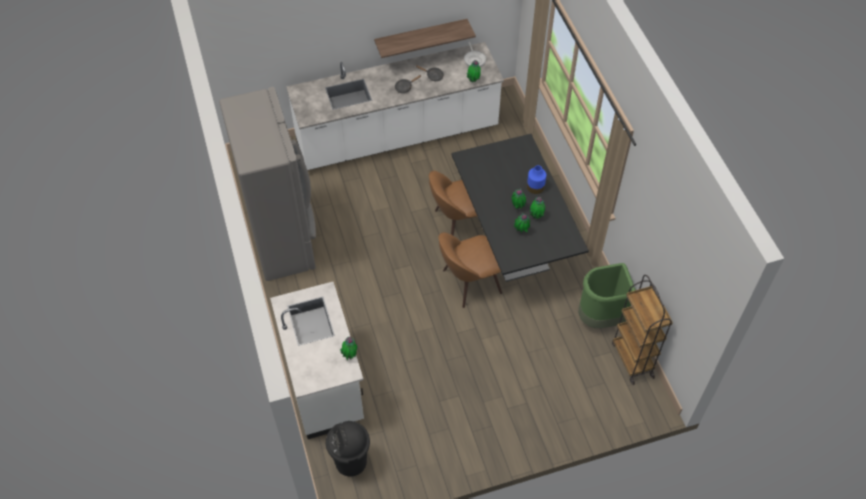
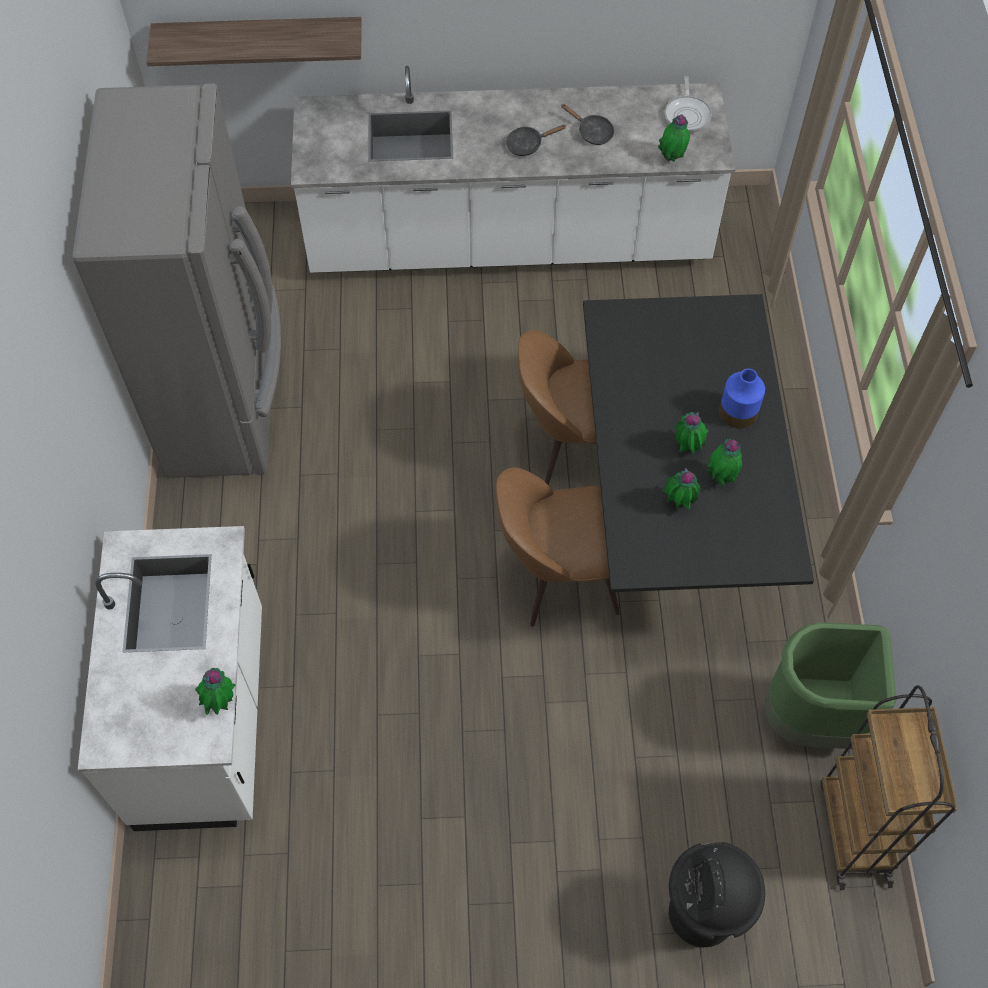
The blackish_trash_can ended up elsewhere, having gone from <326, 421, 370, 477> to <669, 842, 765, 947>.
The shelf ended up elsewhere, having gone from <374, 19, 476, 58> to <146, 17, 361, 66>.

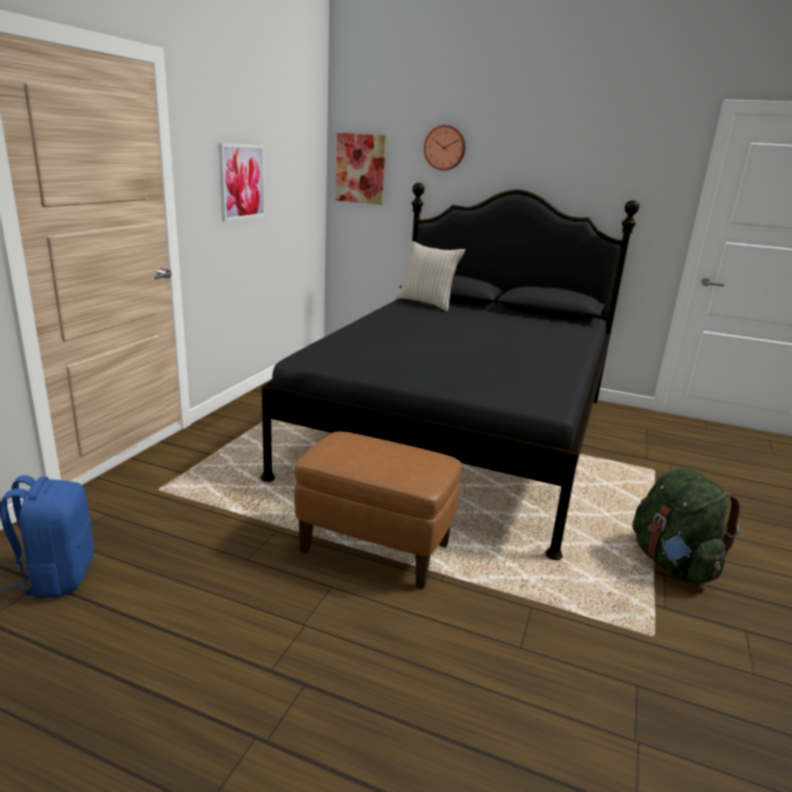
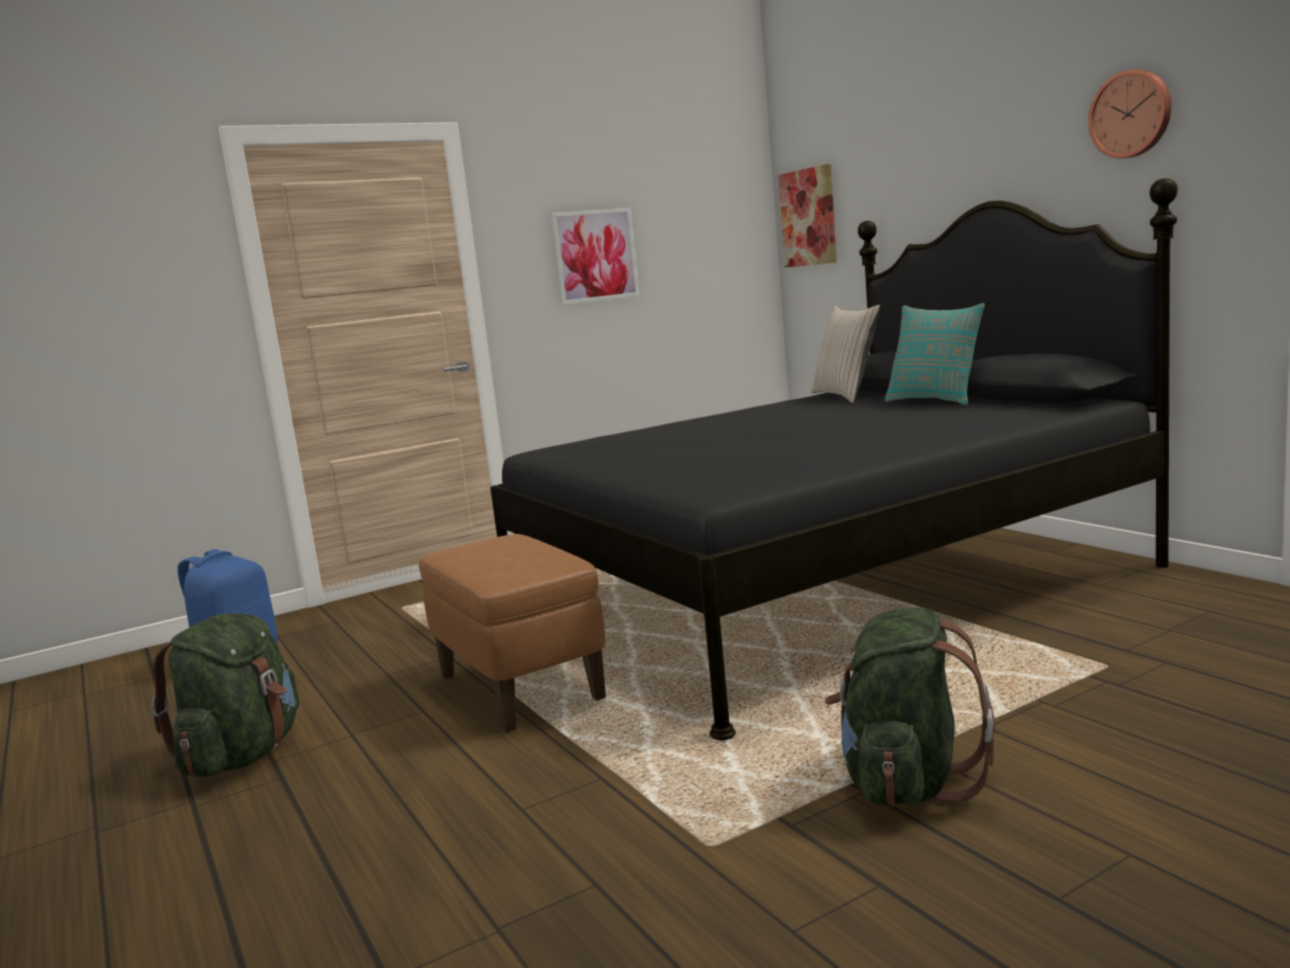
The clock_on_the_wall ended up elsewhere, having gone from <424, 125, 466, 170> to <1088, 70, 1171, 158>.
The second view gained the green_rucksack at <151, 613, 299, 778>.
The second view gained the blue-green_throw_pillow at <885, 303, 985, 405>.

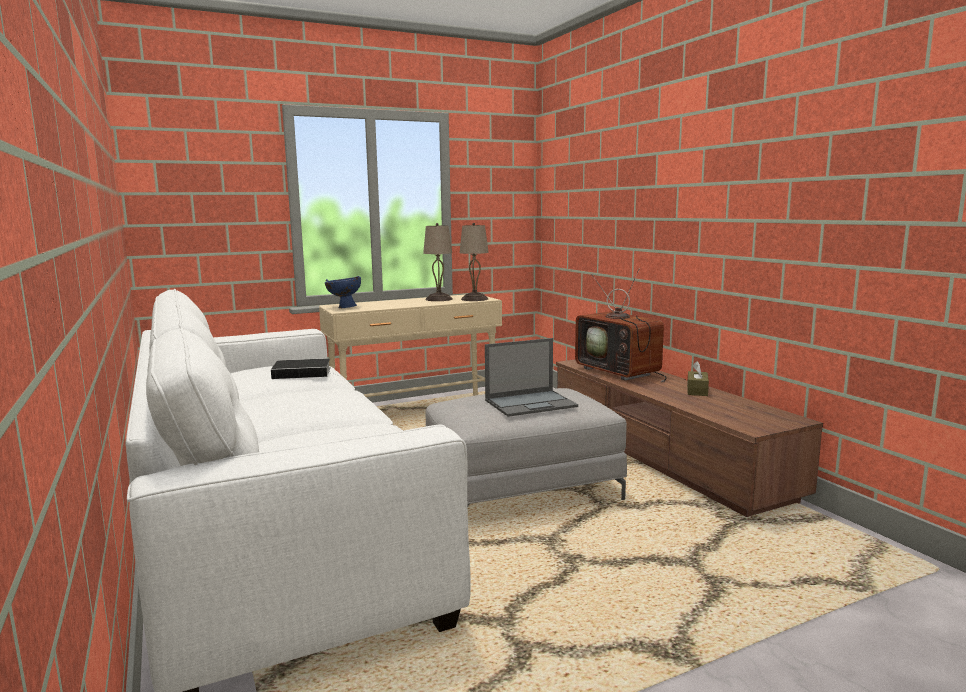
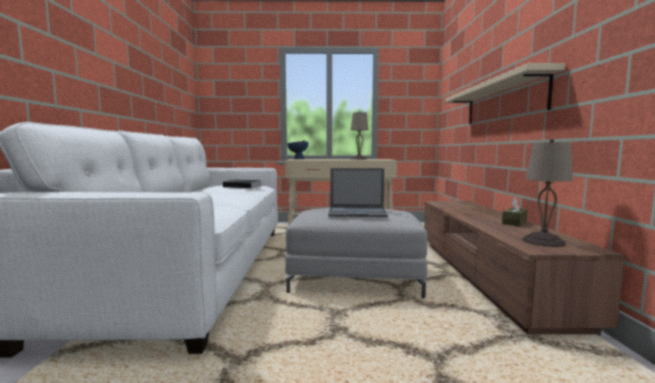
The sand-coloured_table_lamp ended up elsewhere, having gone from <460, 223, 489, 301> to <523, 139, 573, 247>.
The second view lost the TV at <575, 269, 666, 383>.
The second view gained the sand-coloured_shelf at <445, 63, 565, 124>.

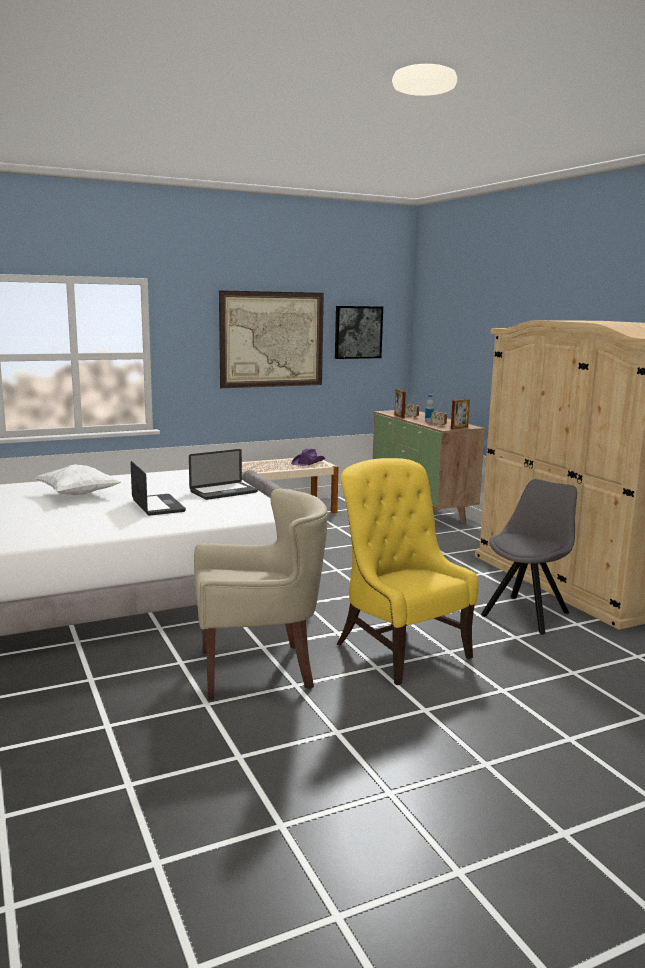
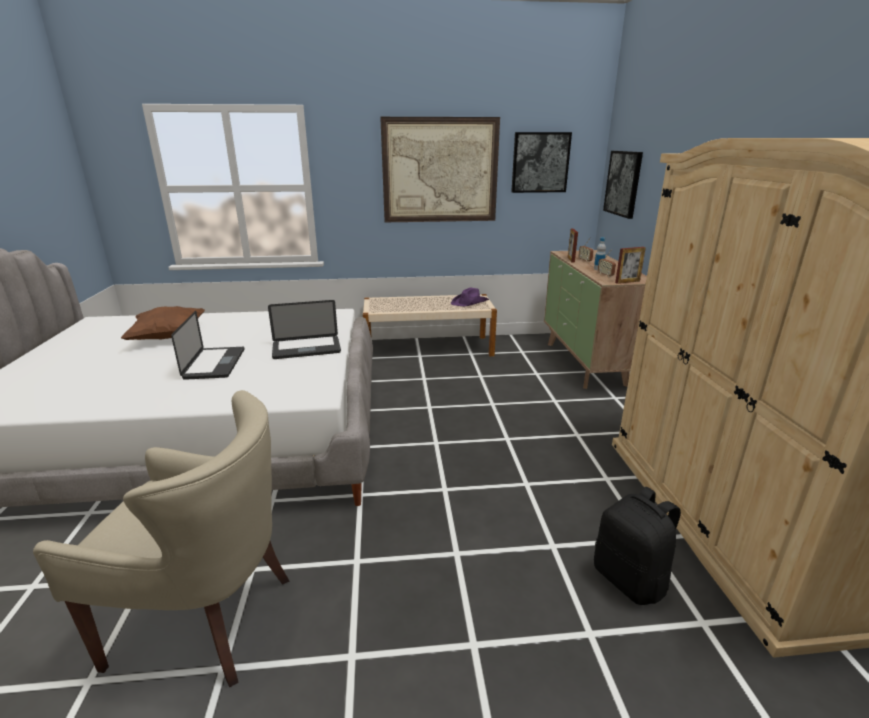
What was the white-coloured_throw_pillow at <36, 465, 121, 495> turned into the brown-coloured_throw_pillow at <121, 306, 205, 340>.
The second view lost the yellow_chair at <336, 458, 479, 685>.
Where the grey_chair stood at <481, 479, 577, 635>, the blackish_rucksack came to stand at <594, 487, 681, 605>.
The second view gained the picture at <603, 151, 643, 219>.

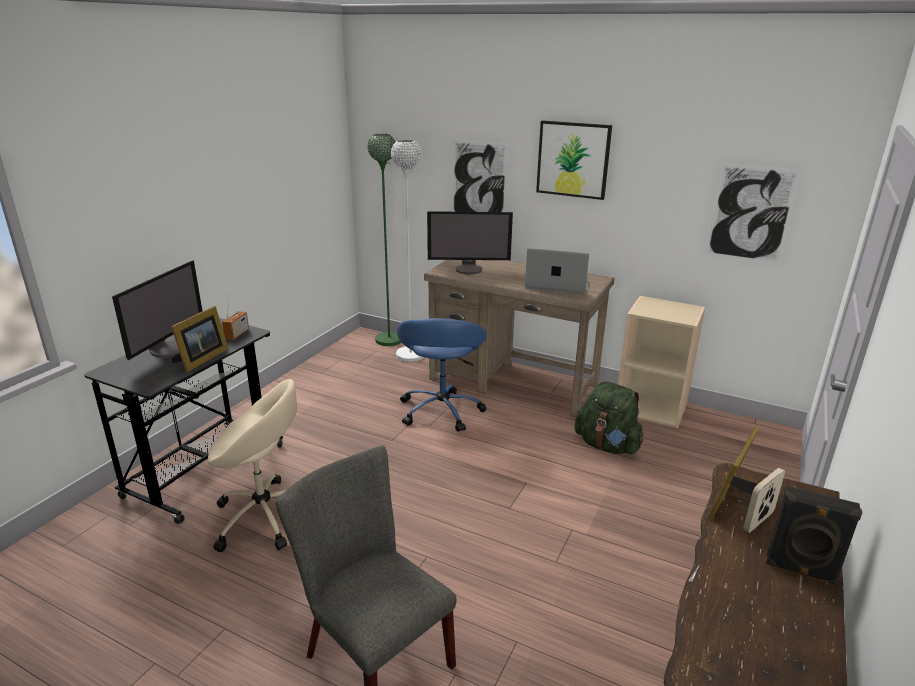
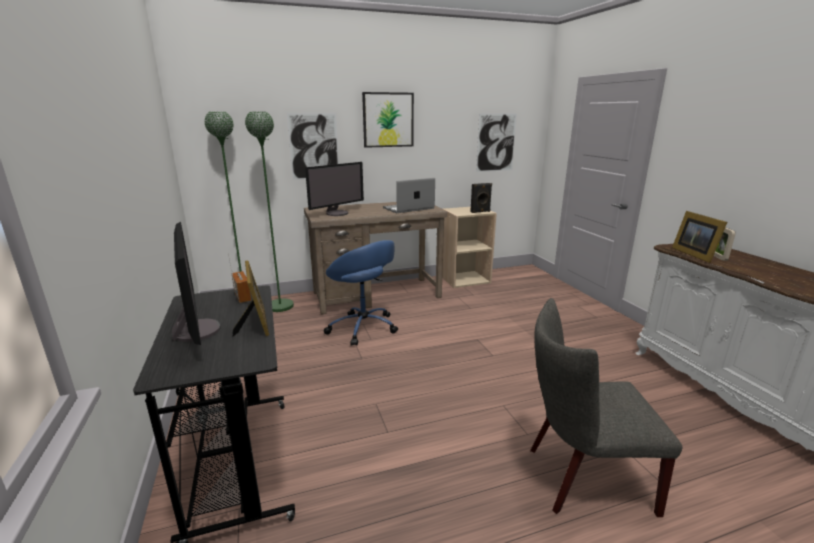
The second view lost the sand-coloured_desk_chair at <208, 379, 297, 552>.
What was the white-coloured_standard_lamp at <391, 139, 424, 362> turned into the green_standard_lamp at <245, 112, 294, 312>.
The second view lost the green_rucksack at <574, 382, 644, 454>.
The blackish_audio_speaker ended up elsewhere, having gone from <766, 486, 862, 584> to <470, 183, 492, 213>.

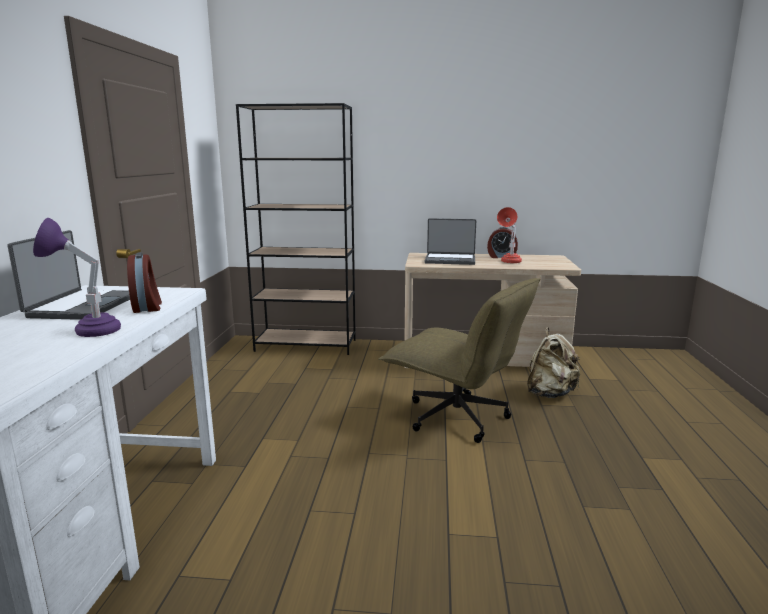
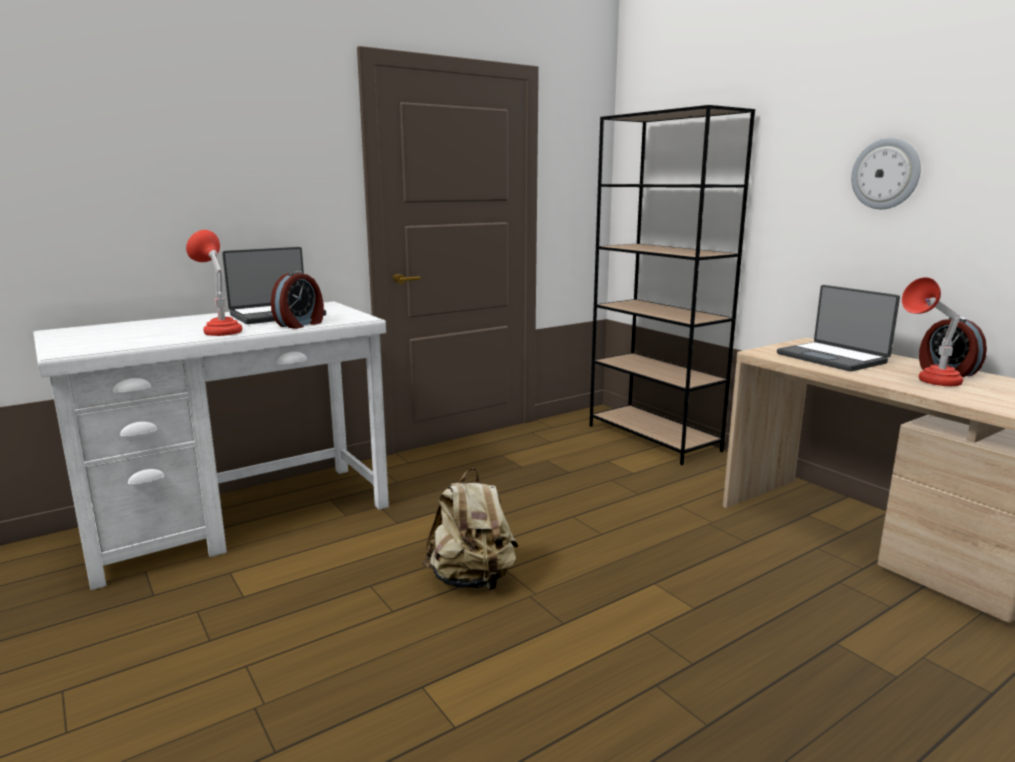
What was the purplish_table_lamp at <33, 218, 121, 337> turned into the reddish_table_lamp at <186, 230, 242, 336>.
The second view lost the sand-coloured_desk_chair at <378, 278, 540, 443>.
The sand-coloured_rucksack ended up elsewhere, having gone from <527, 327, 580, 398> to <422, 468, 518, 590>.
The second view gained the clock_on_the_wall at <851, 138, 921, 209>.

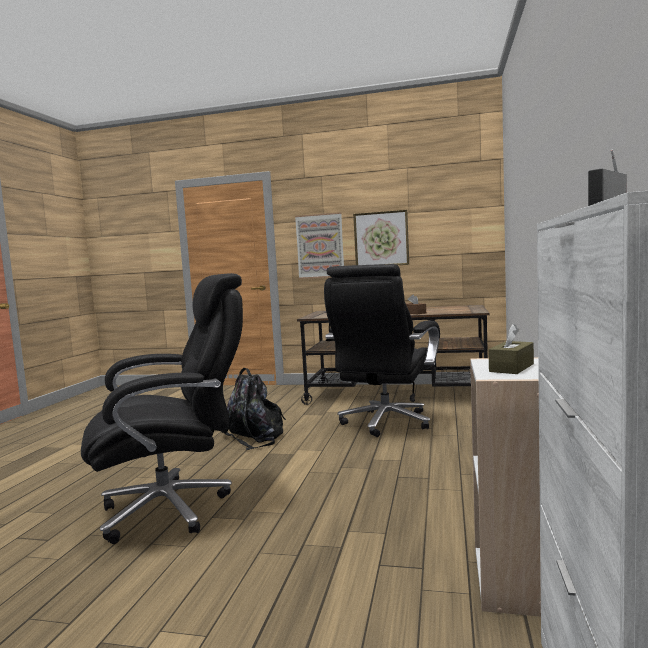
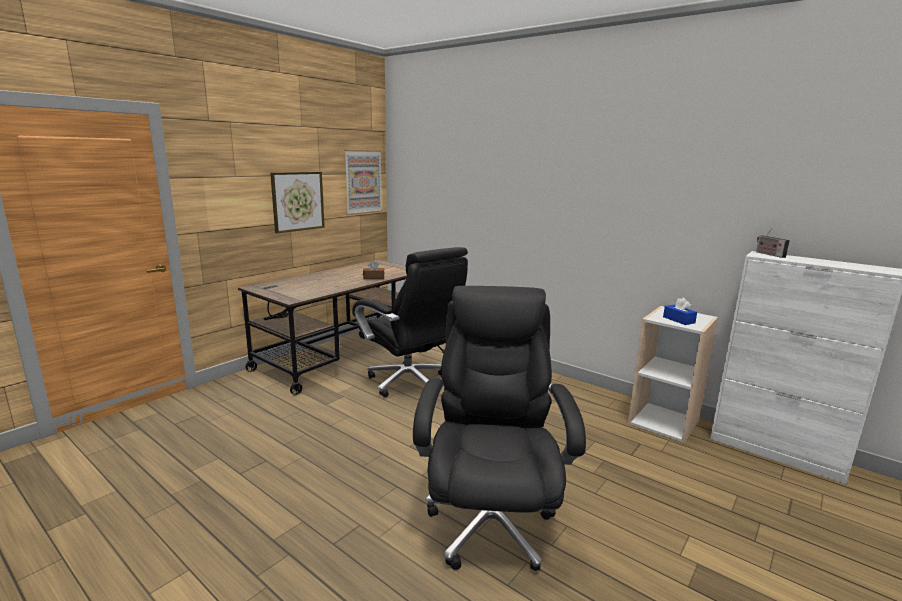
The second view lost the blackish_rucksack at <221, 368, 286, 450>.
The picture ended up elsewhere, having gone from <295, 212, 344, 279> to <344, 150, 382, 215>.
What was the brown-coloured_box_of_tissues at <488, 324, 534, 374> turned into the bluish_box_of_tissues at <663, 298, 697, 325>.

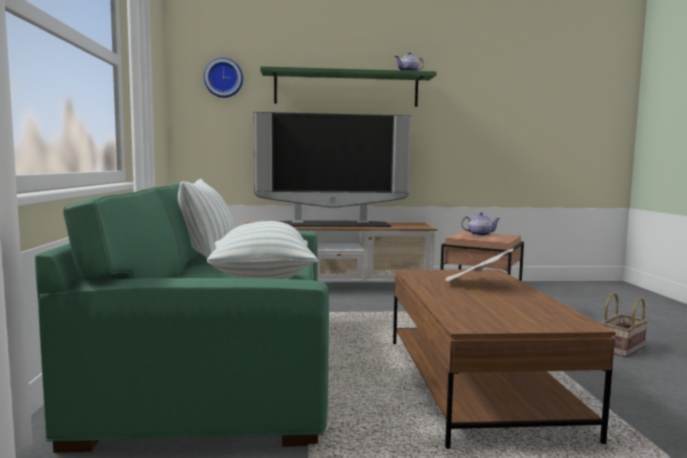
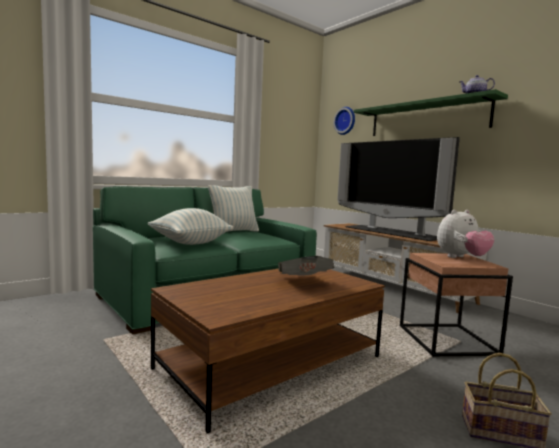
Where the tea_pot stood at <461, 212, 501, 236>, the cuddly_toy came to stand at <437, 210, 495, 258>.

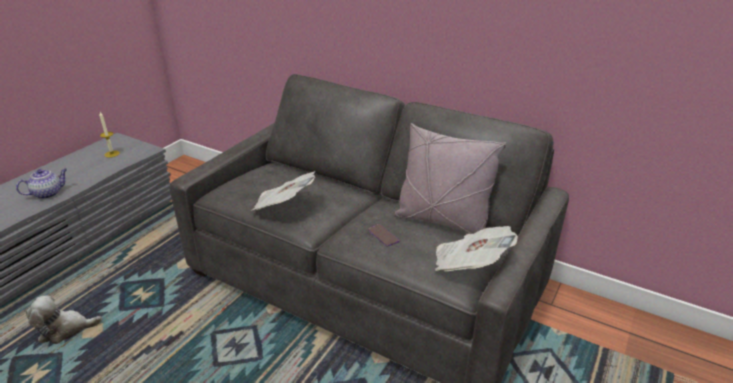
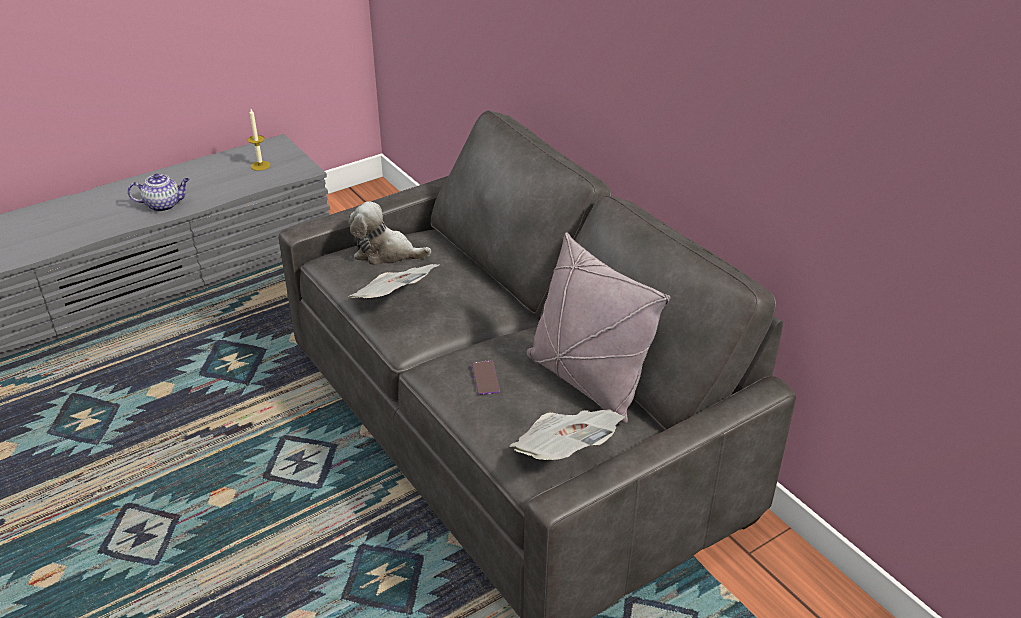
The cuddly_toy ended up elsewhere, having gone from <26, 296, 102, 344> to <348, 201, 431, 265>.

